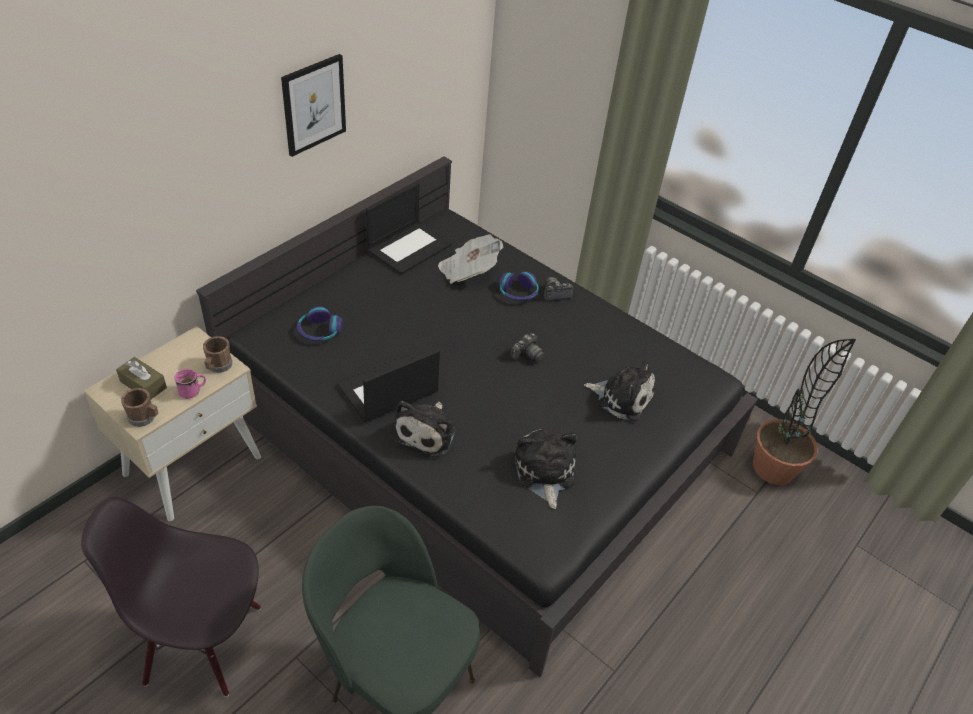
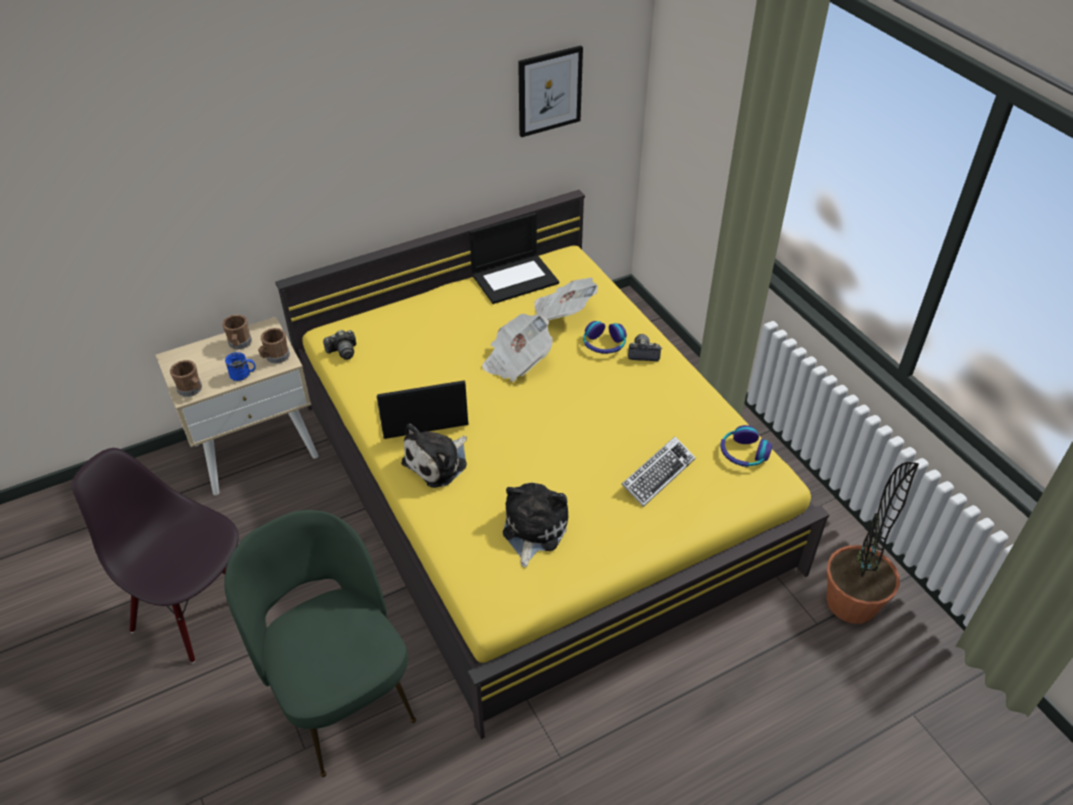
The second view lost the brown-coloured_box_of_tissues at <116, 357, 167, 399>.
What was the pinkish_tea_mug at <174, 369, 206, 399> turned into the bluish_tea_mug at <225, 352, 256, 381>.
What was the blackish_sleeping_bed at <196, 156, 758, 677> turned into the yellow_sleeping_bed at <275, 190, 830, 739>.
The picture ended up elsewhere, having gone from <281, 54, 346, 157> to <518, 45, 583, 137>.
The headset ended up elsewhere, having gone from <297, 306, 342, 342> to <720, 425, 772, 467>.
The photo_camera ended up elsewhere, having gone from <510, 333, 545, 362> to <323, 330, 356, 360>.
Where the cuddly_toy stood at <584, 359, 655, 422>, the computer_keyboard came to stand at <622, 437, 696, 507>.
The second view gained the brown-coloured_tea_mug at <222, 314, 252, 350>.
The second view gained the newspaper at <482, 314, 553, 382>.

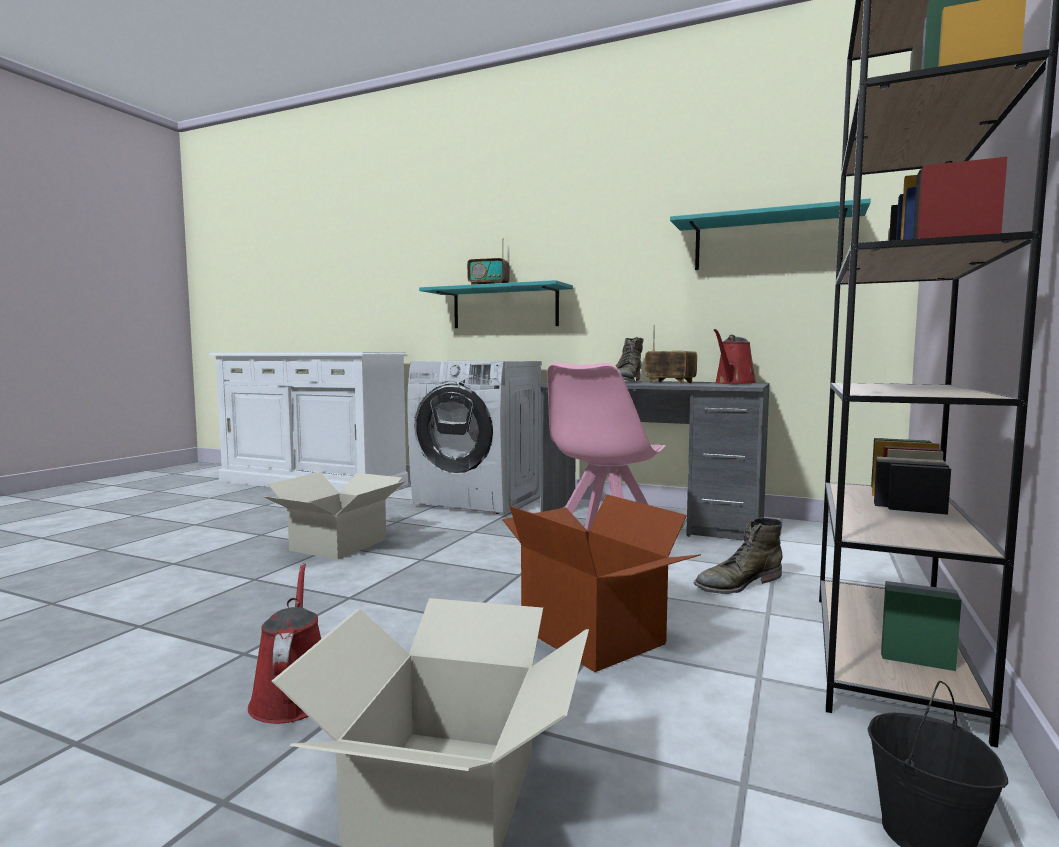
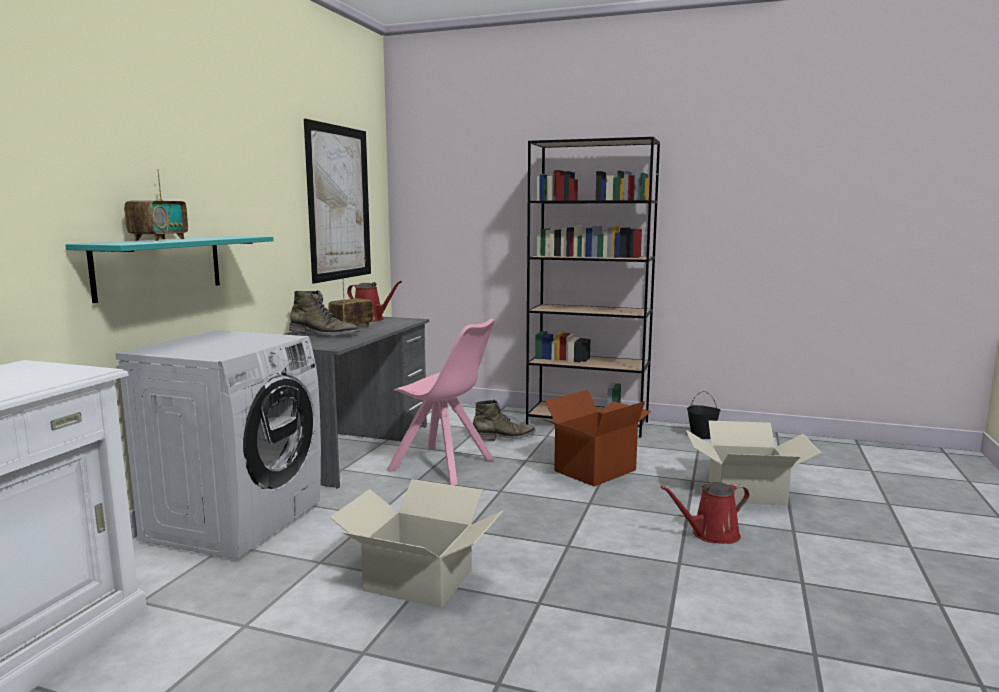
Where the blue-green_shelf hung at <670, 198, 871, 270>, the picture came to hang at <304, 119, 371, 284>.
The green_high-top_boot at <694, 518, 782, 594> ended up facing another way, 75 degrees counterclockwise from before.

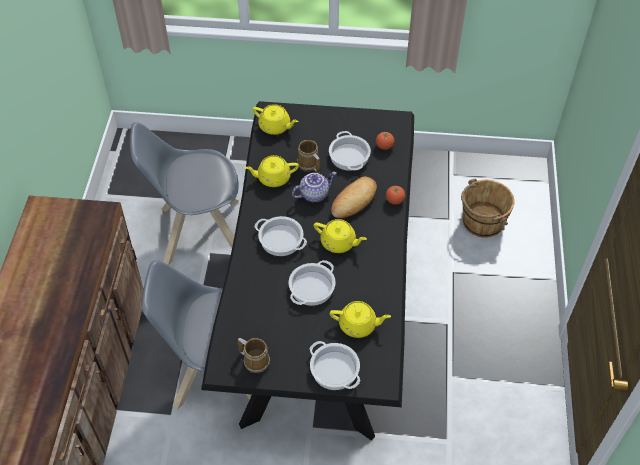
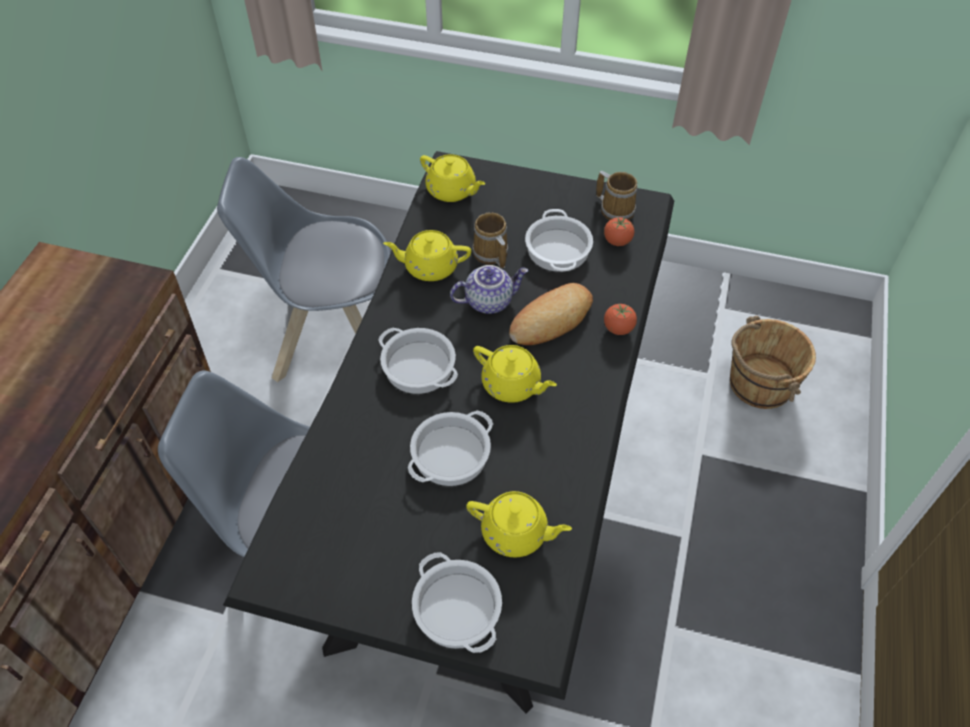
The tea_mug ended up elsewhere, having gone from <238, 338, 270, 373> to <596, 171, 638, 221>.

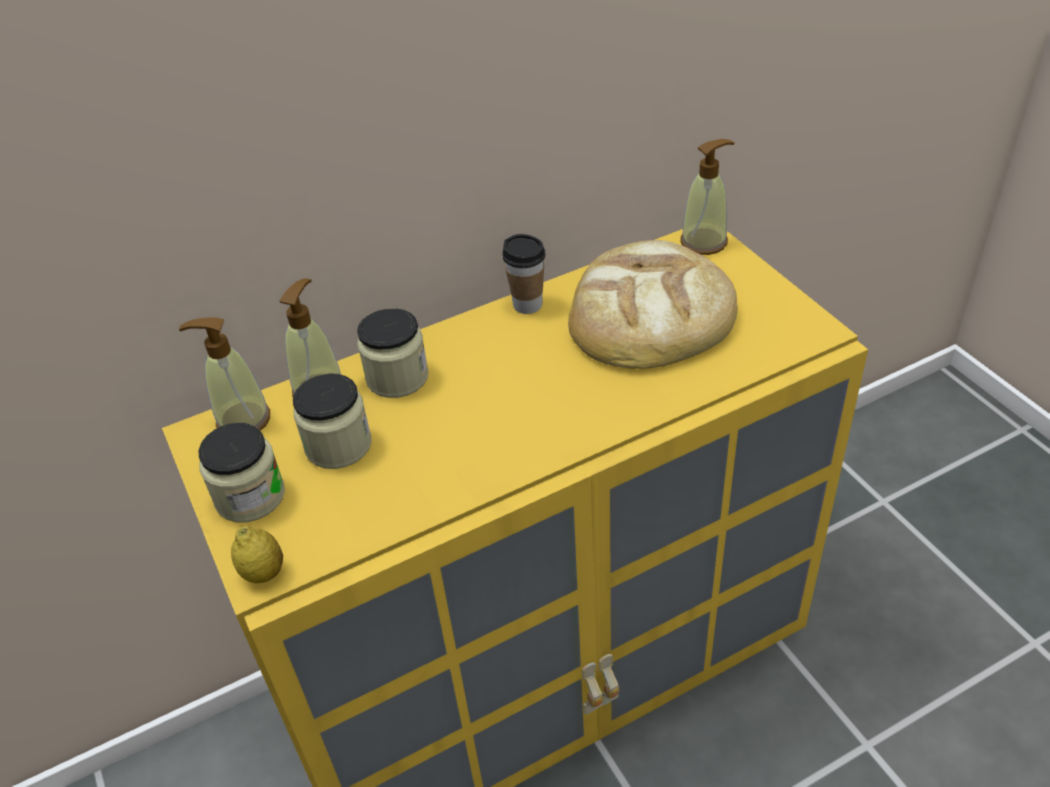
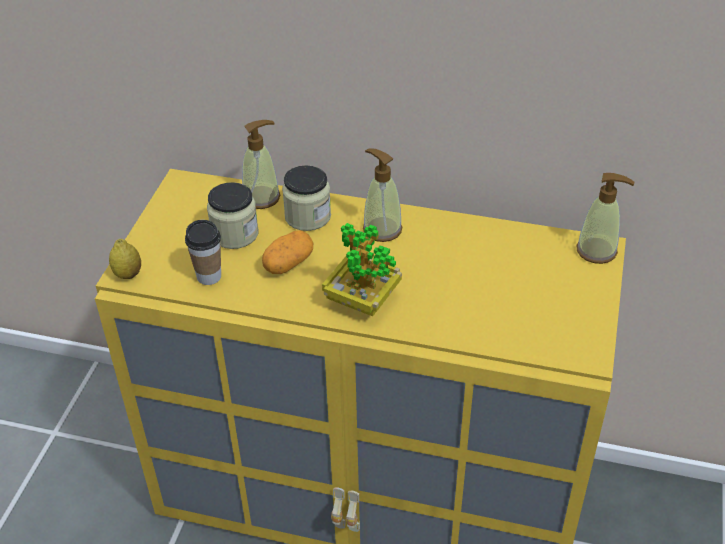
The soap_dispenser ended up elsewhere, having gone from <179, 317, 270, 431> to <363, 148, 402, 242>.
The second view lost the storage_jar at <198, 423, 285, 522>.
The small_cup ended up elsewhere, having gone from <502, 234, 546, 314> to <185, 220, 221, 285>.
The second view lost the bakery_bread at <568, 240, 738, 369>.
The second view gained the spud at <262, 230, 313, 274>.
The second view gained the potted_plant at <322, 223, 402, 317>.

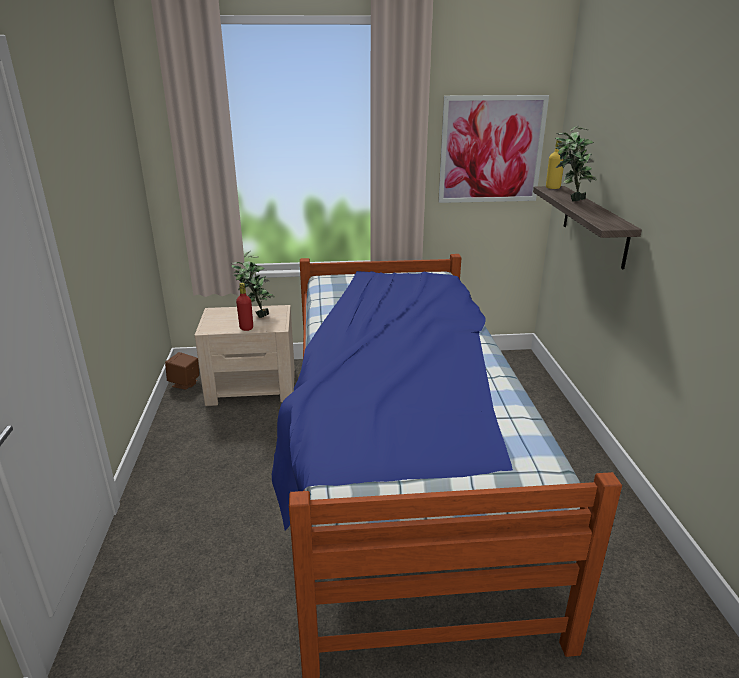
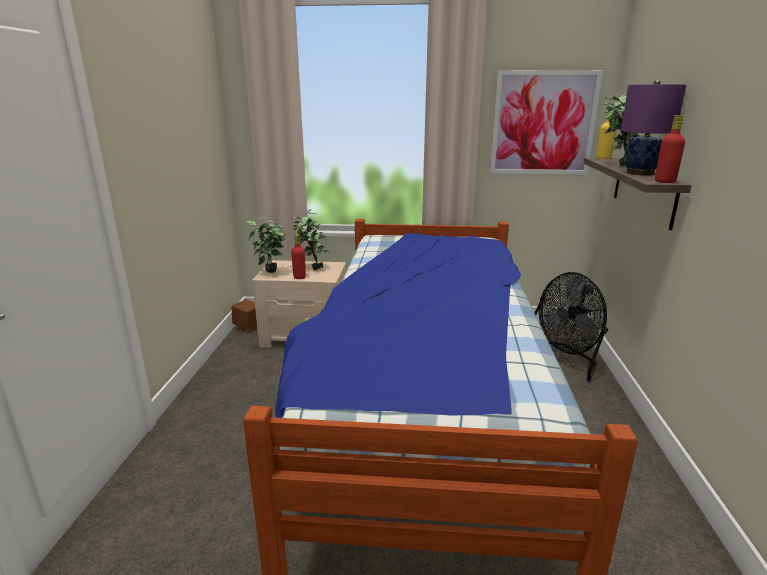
The second view gained the potted_plant at <246, 217, 285, 273>.
The second view gained the blackish_electric_fan at <534, 272, 608, 381>.
The second view gained the purplish_table_lamp at <621, 80, 686, 176>.
The second view gained the reddish_beverage_bottle at <655, 115, 685, 183>.

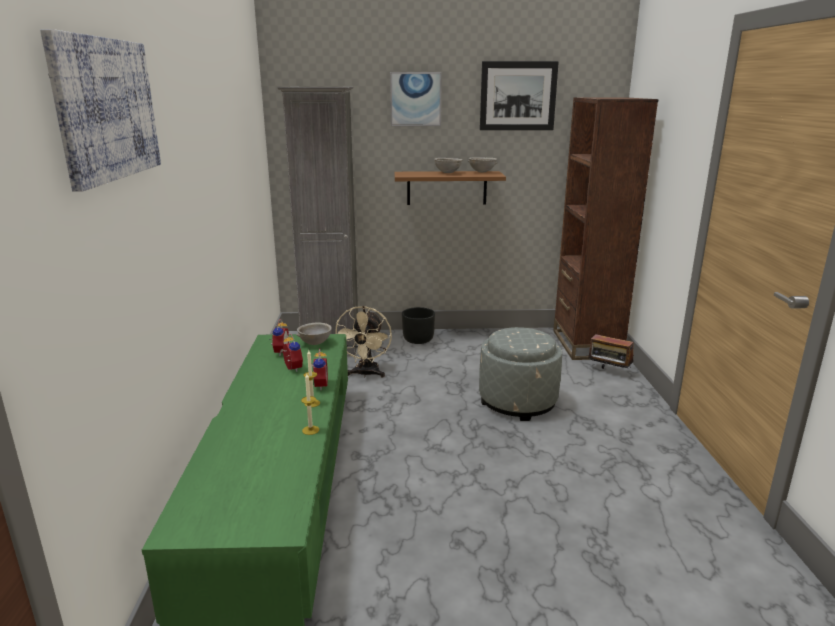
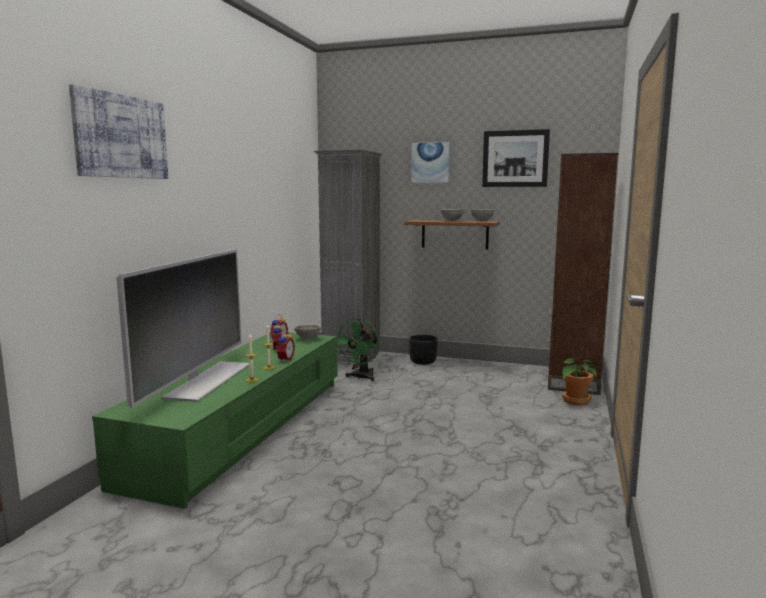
What was the sand-coloured_electric_fan at <335, 306, 392, 378> turned into the green_electric_fan at <336, 318, 379, 381>.
The second view lost the grey_ottoman at <479, 327, 562, 421>.
Where the radio_set stood at <588, 330, 634, 369>, the potted_plant came to stand at <562, 358, 597, 406>.
The second view gained the TV at <116, 249, 250, 408>.

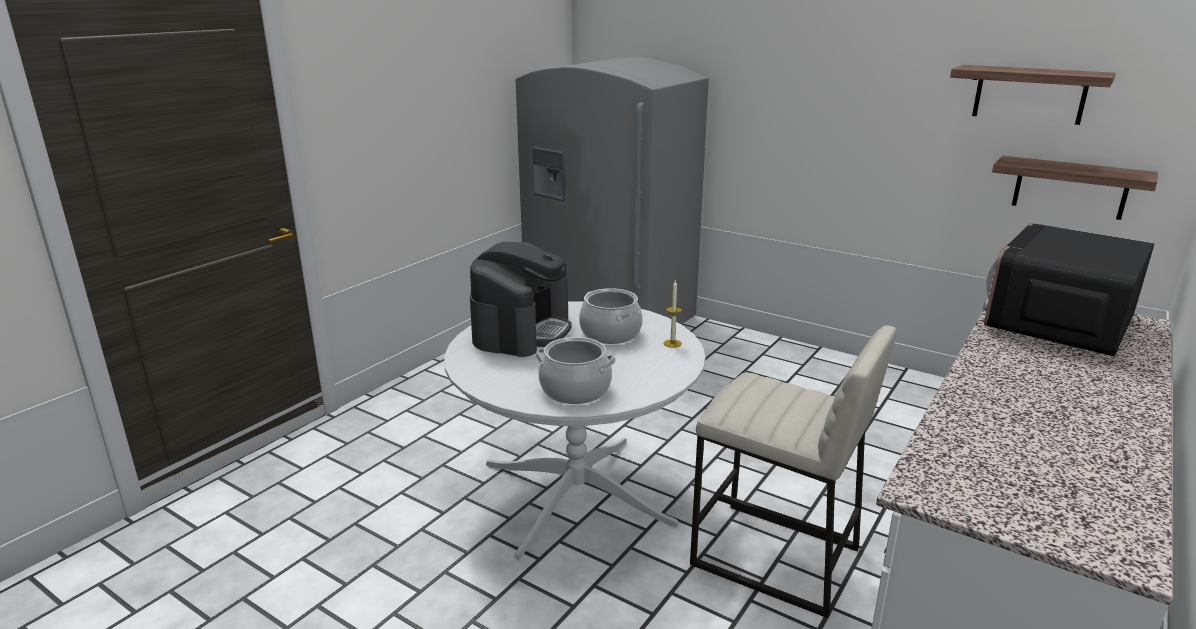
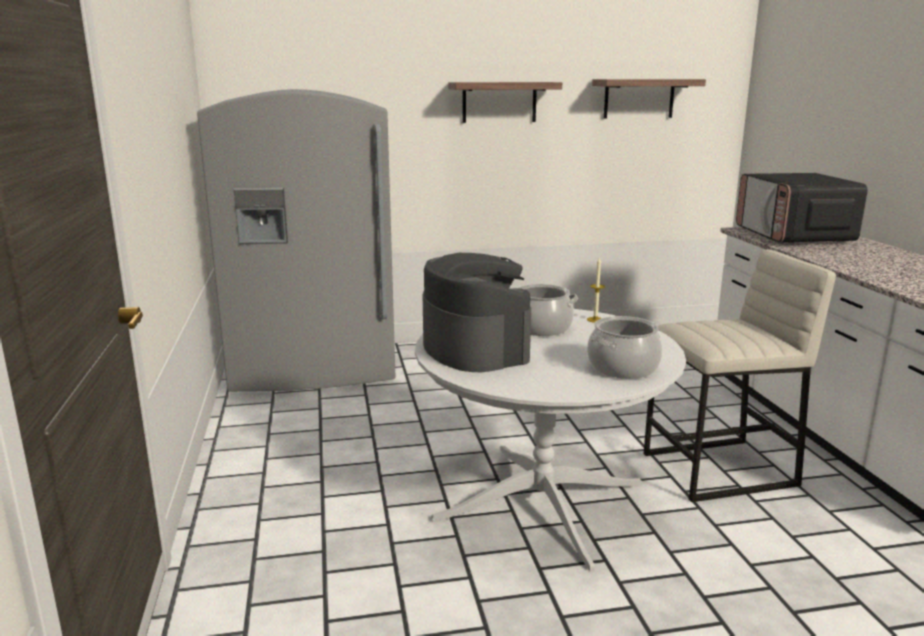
The shelf ended up elsewhere, having gone from <992, 156, 1158, 220> to <448, 82, 562, 123>.

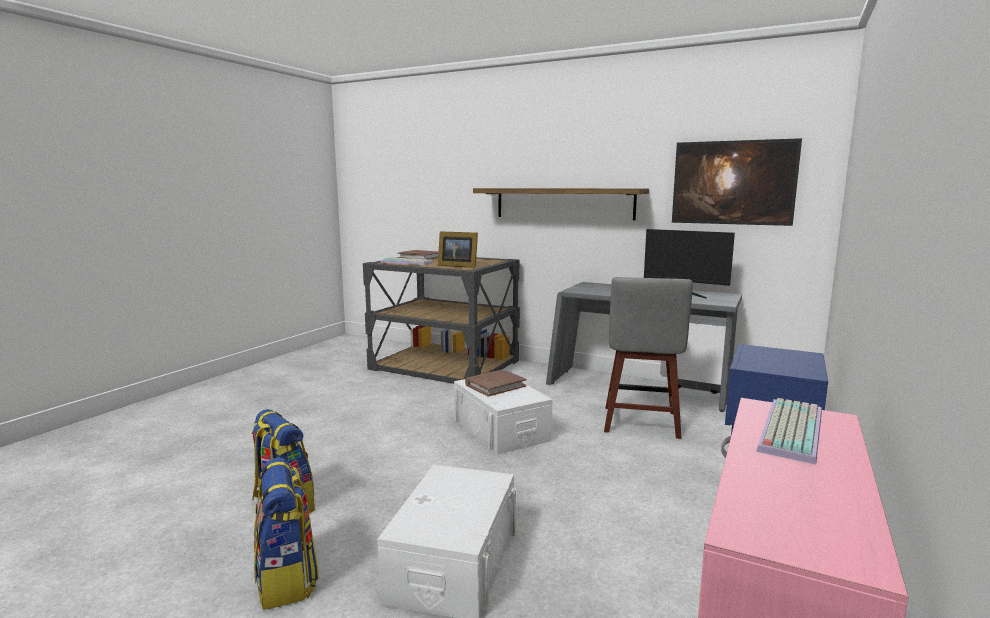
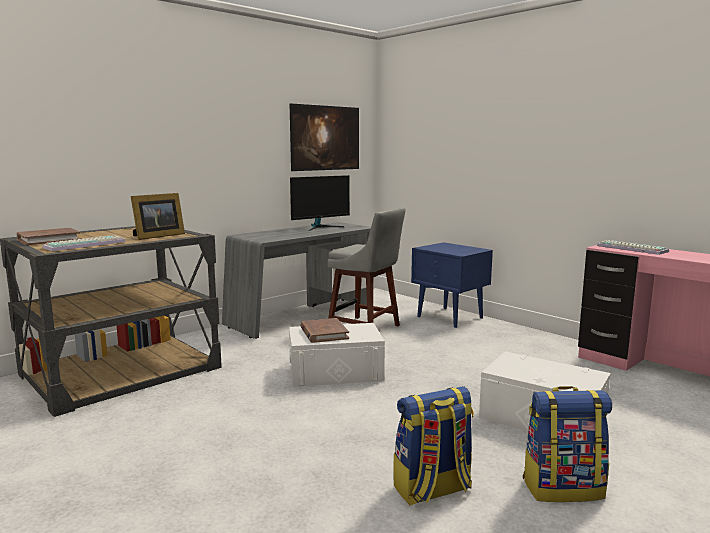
The second view lost the shelf at <473, 188, 649, 220>.

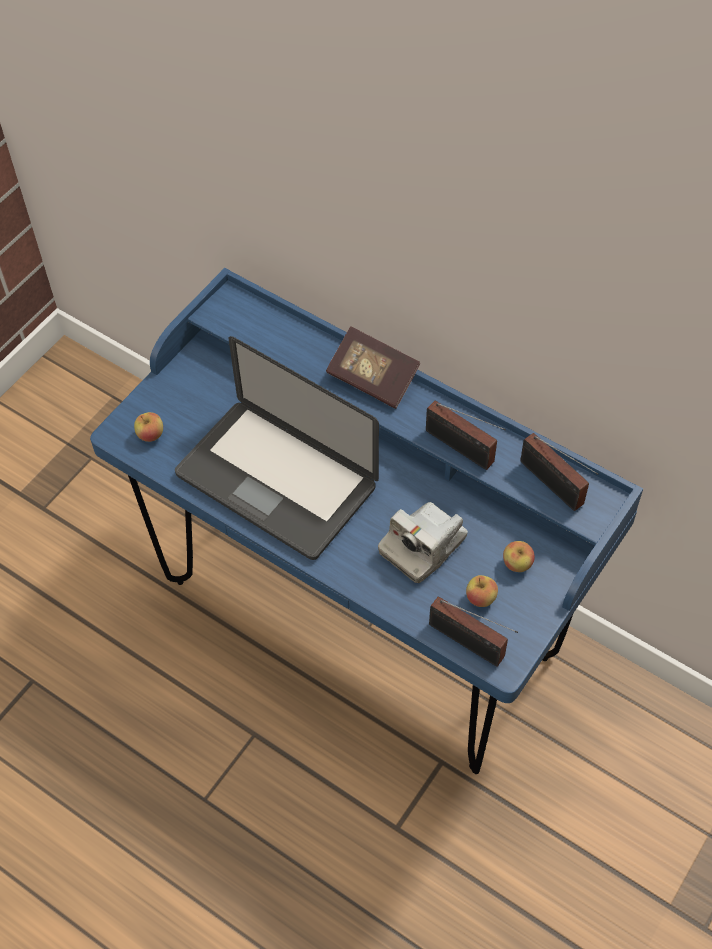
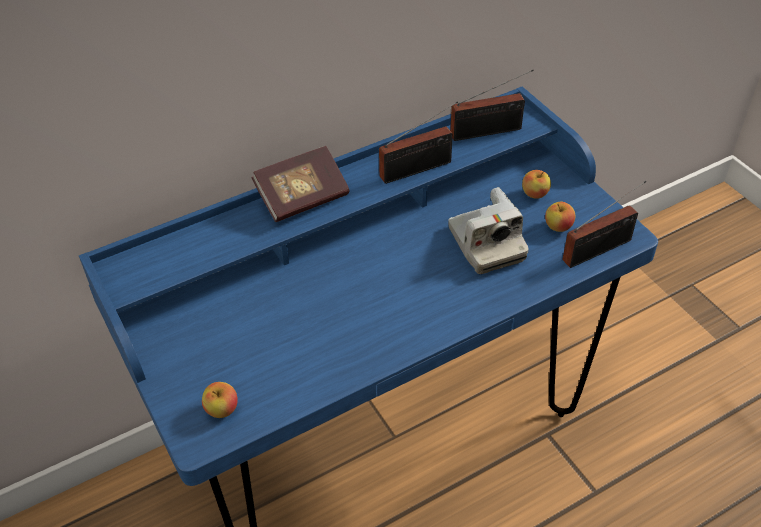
The second view lost the portable_computer at <175, 336, 379, 560>.

